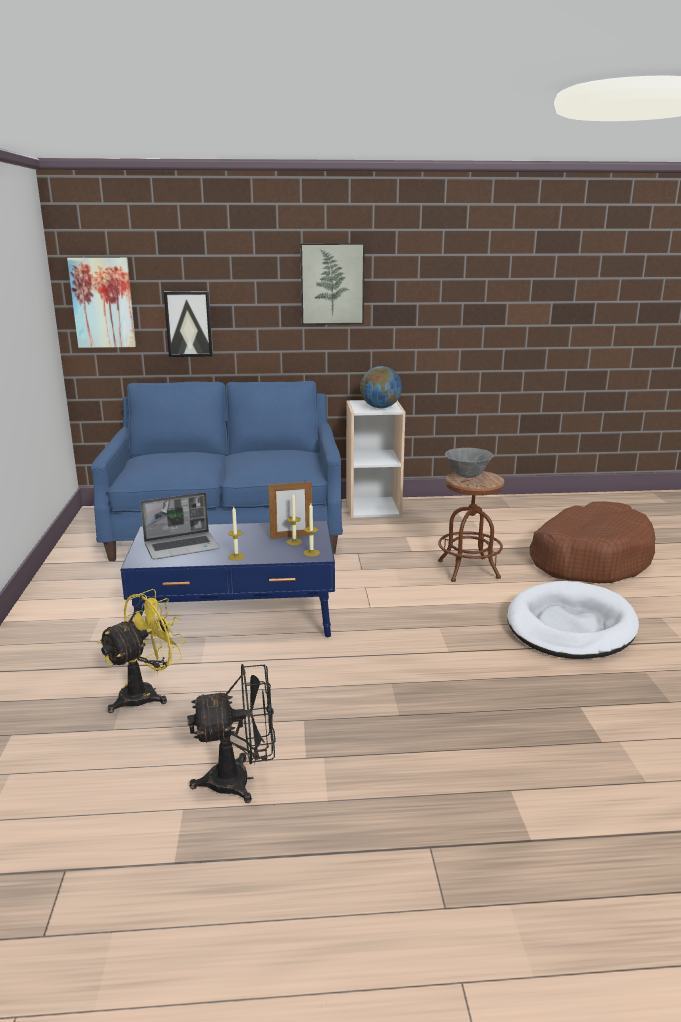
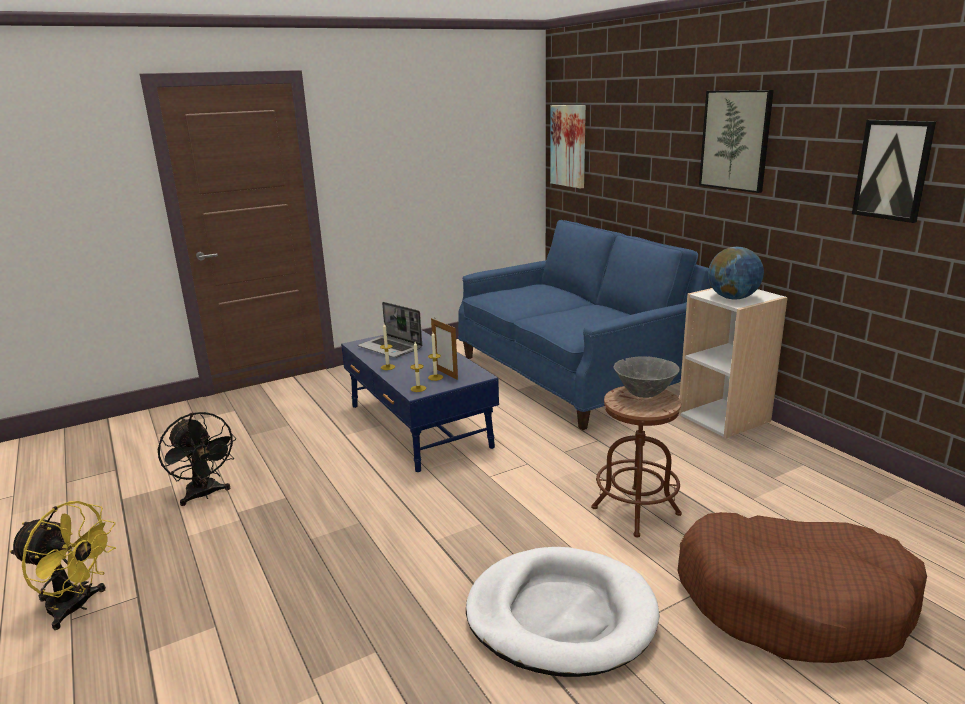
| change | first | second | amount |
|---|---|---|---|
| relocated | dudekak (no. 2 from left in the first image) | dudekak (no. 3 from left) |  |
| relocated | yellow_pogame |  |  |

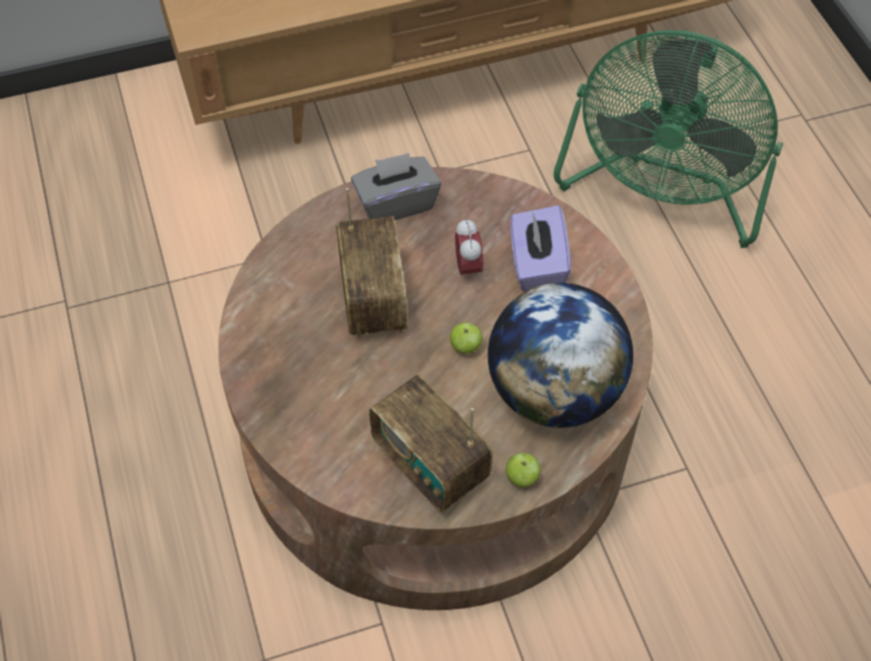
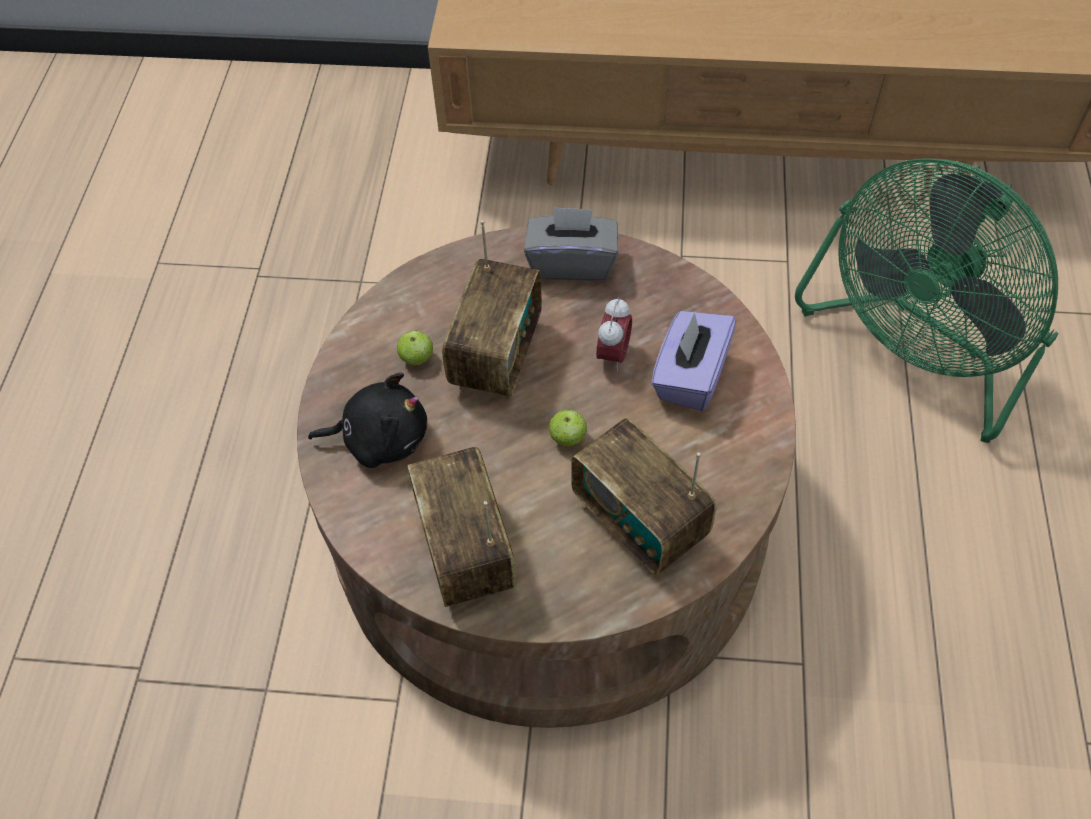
| change | first | second | amount |
|---|---|---|---|
| exchanged | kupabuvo | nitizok (no. 3 from left) |  |
| relocated | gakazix (no. 2 from left in the first image) | gakazix (no. 1 from left) |  |
| appeared |  | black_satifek |  |

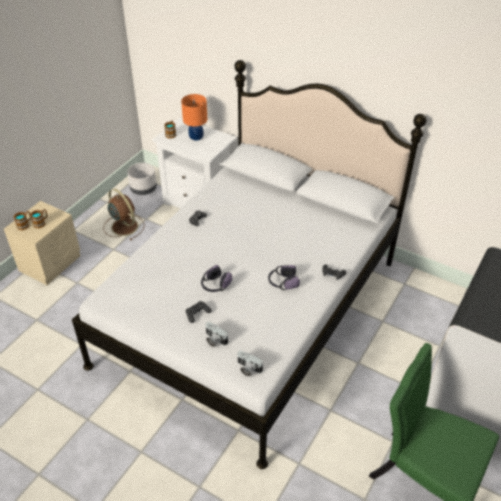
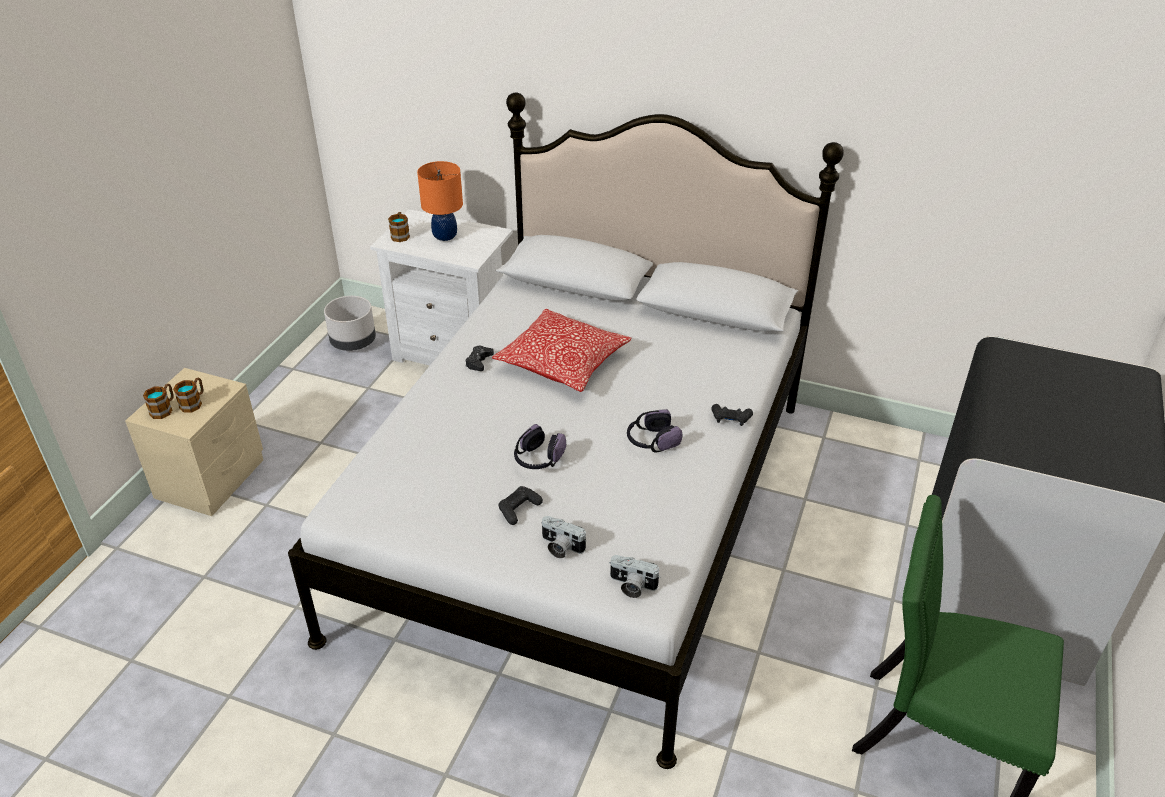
| change | first | second | amount |
|---|---|---|---|
| missing | brown_pogame |  |  |
| appeared |  | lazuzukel |  |

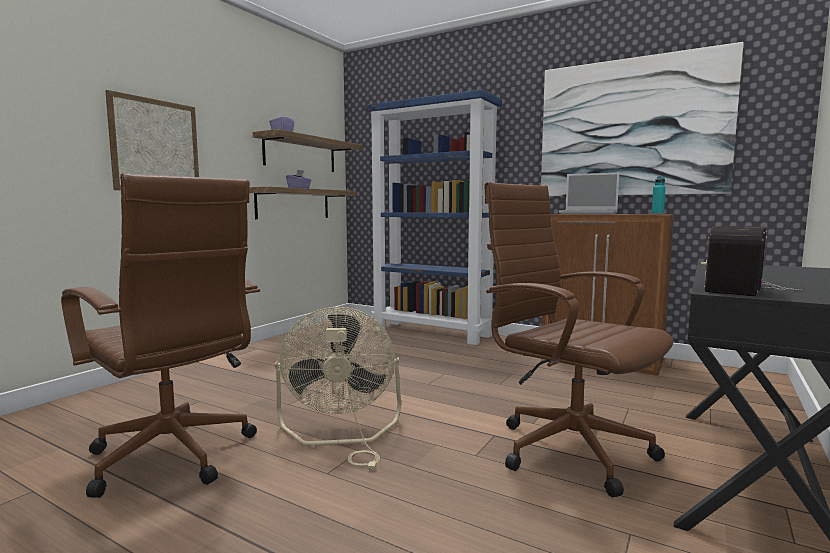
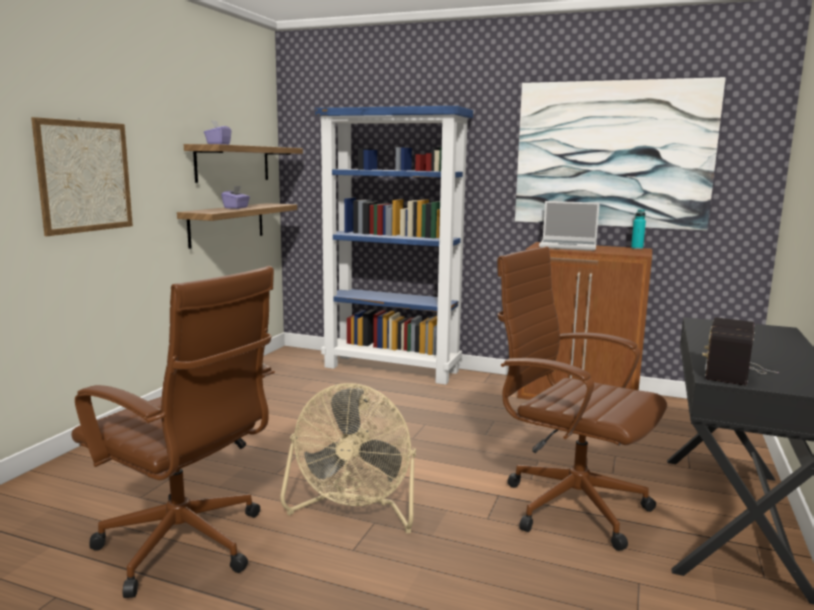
| change | first | second | amount |
|---|---|---|---|
| spun | beige_pogame |  | 150 degrees counterclockwise |

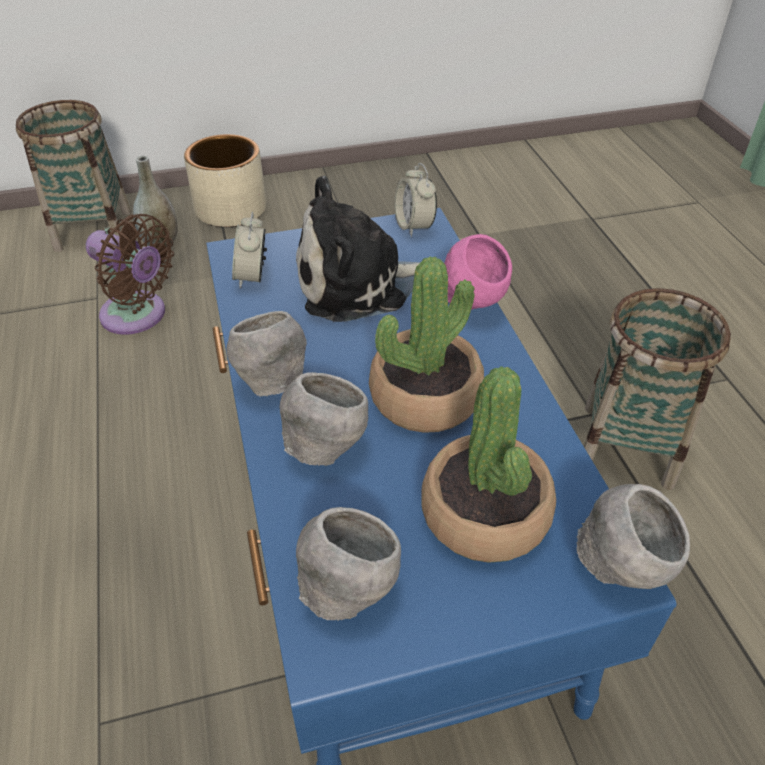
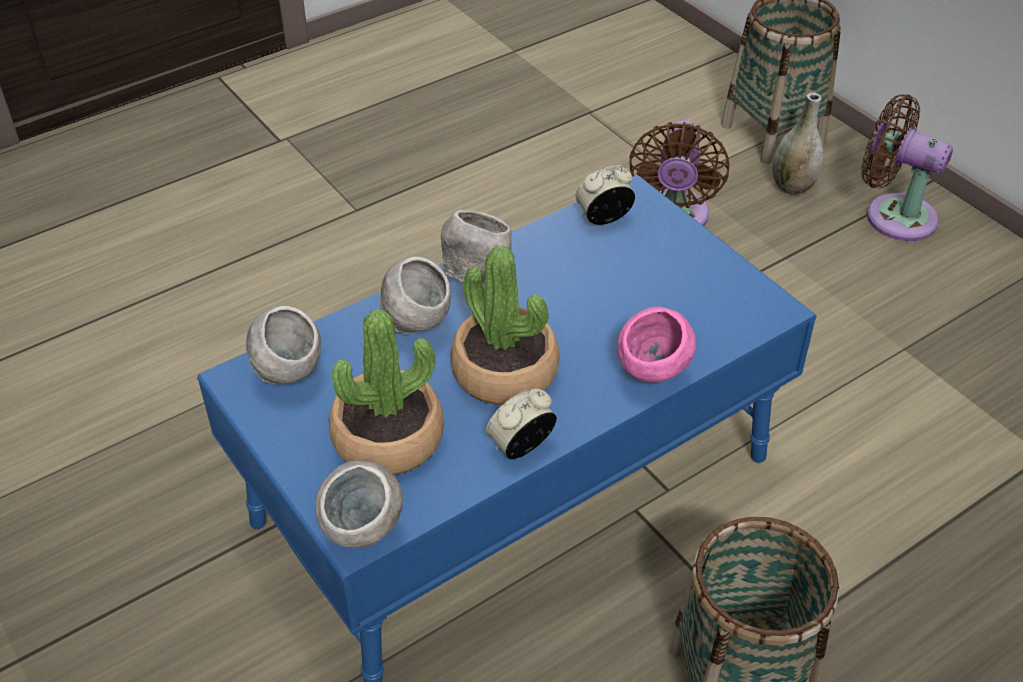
| change | first | second | amount |
|---|---|---|---|
| exchanged | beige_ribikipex | brown_pogame (no. 2 from left) |  |
| relocated | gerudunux (no. 2 from left in the first image) | gerudunux (no. 1 from left) |  |
| missing | satifek |  |  |

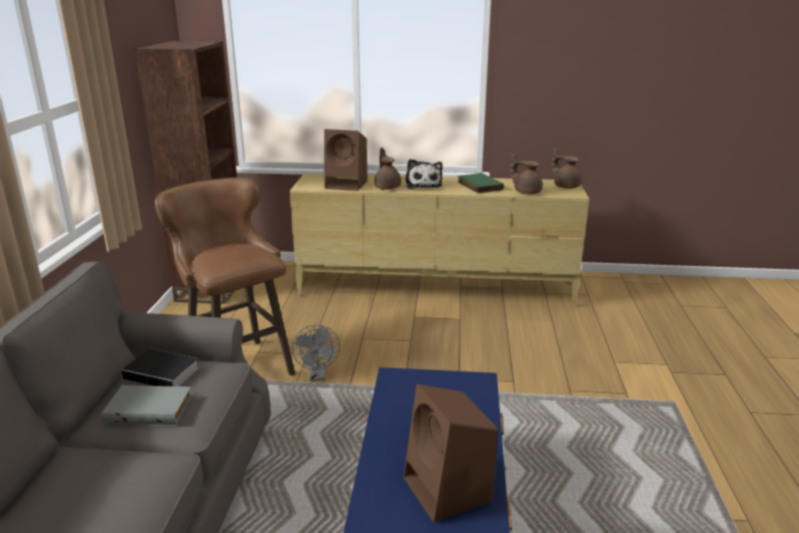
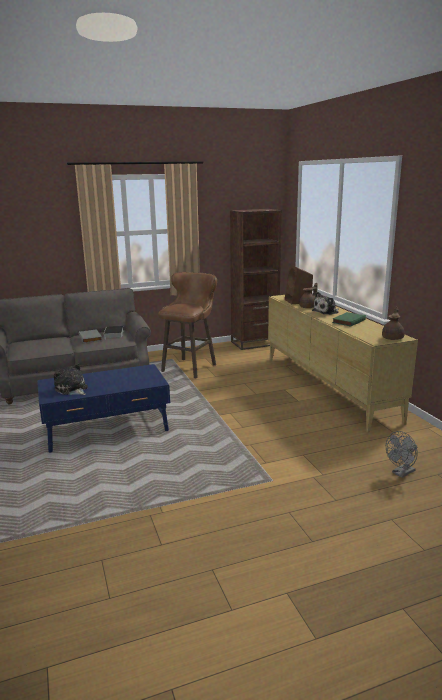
| change | first | second | amount |
|---|---|---|---|
| missing | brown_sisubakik (no. 2 from left) |  |  |
| relocated | grey_pogame |  |  |
| exchanged | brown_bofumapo (no. 2 from left) | satifek (no. 1 from left) |  |

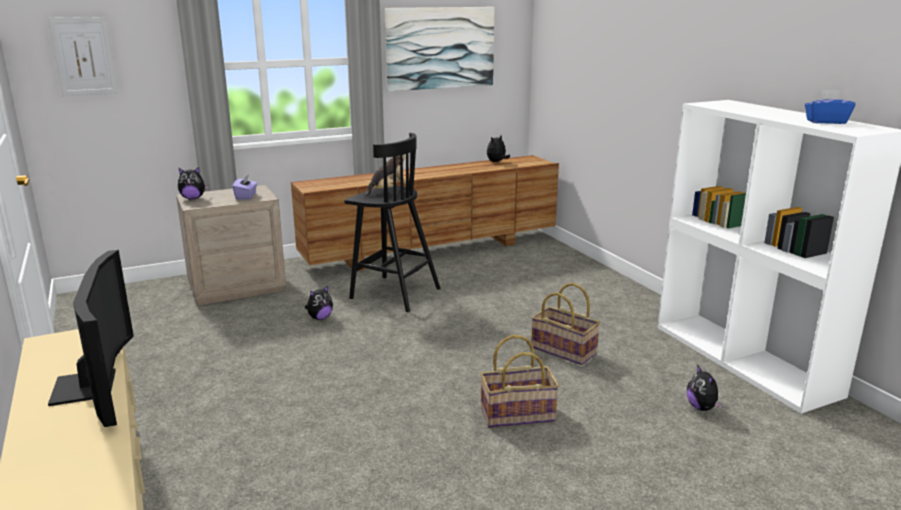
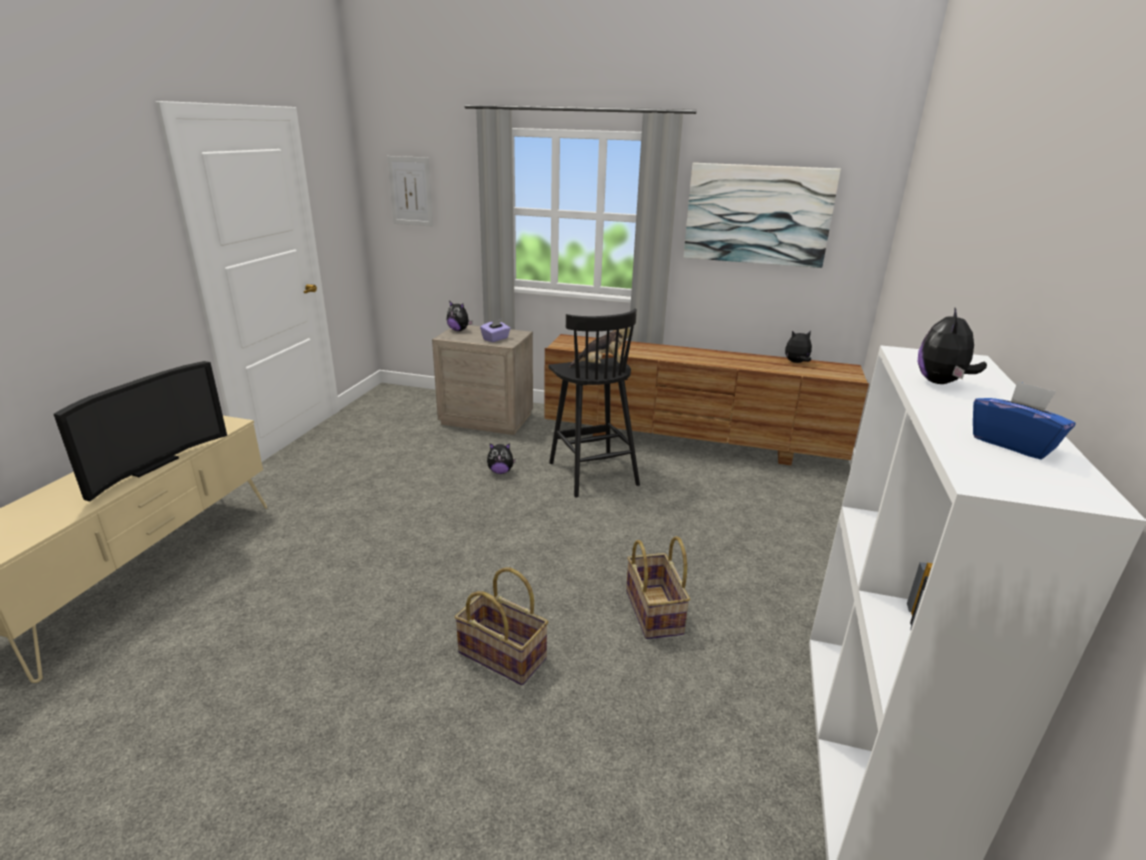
| change | first | second | amount |
|---|---|---|---|
| relocated | satifek (no. 5 from left) |  |  |

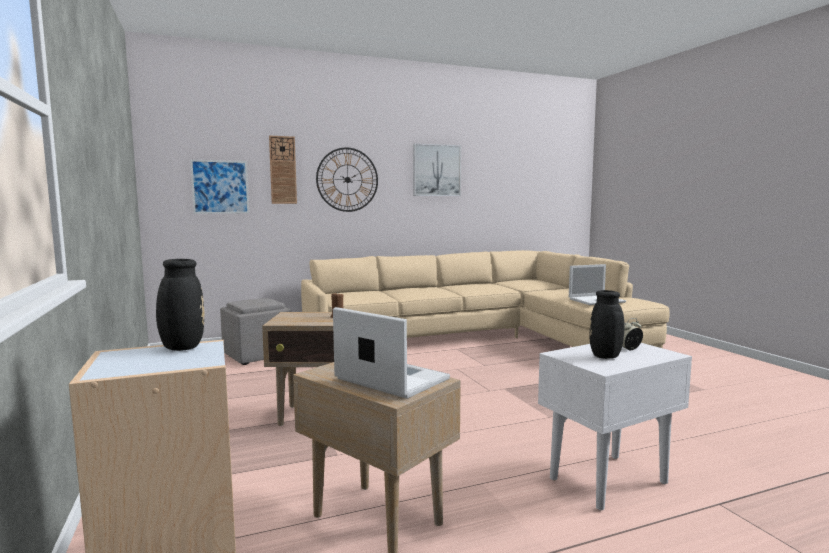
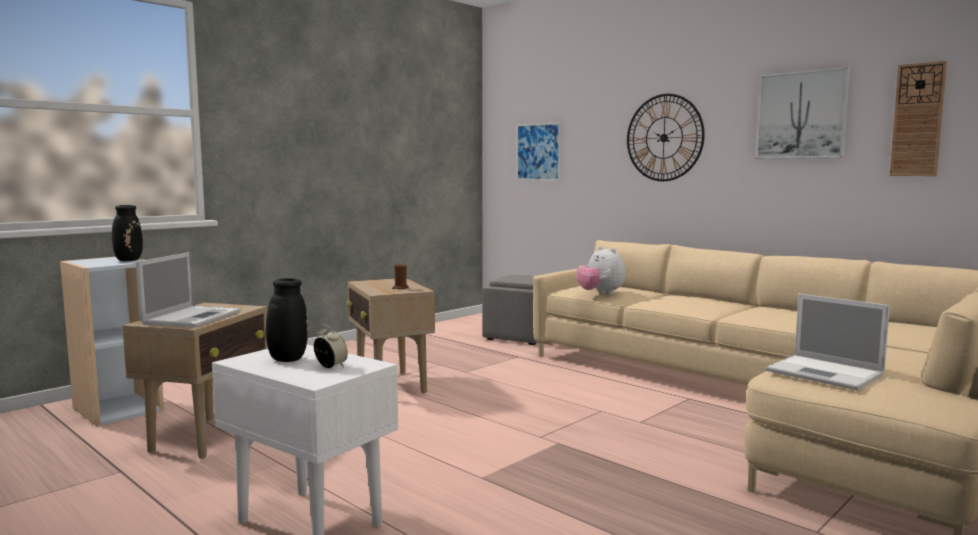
| change | first | second | amount |
|---|---|---|---|
| relocated | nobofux (no. 1 from left in the first image) | nobofux (no. 2 from left) |  |
| appeared |  | satifek |  |

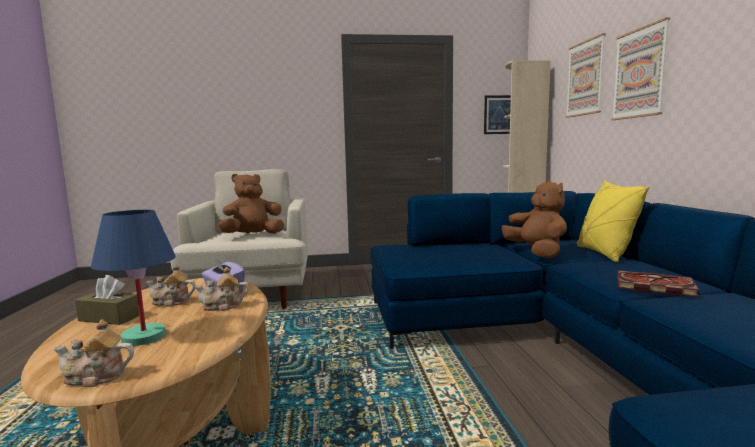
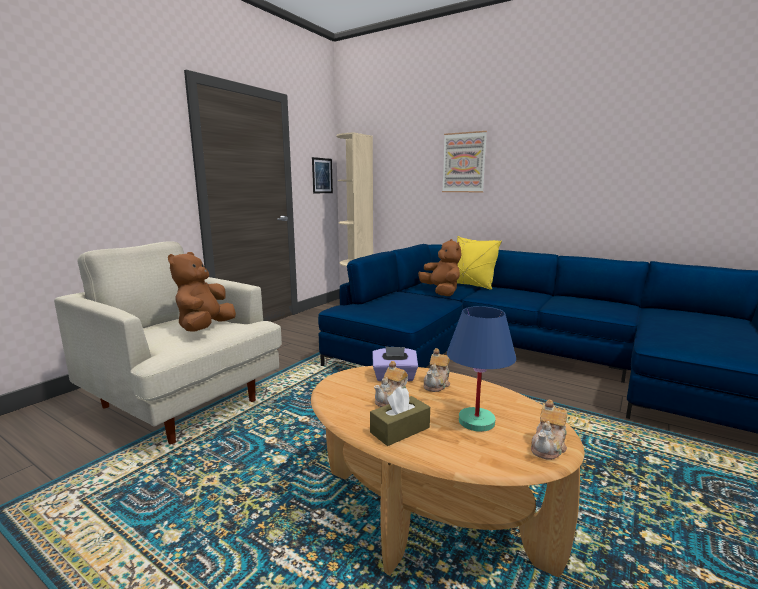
| change | first | second | amount |
|---|---|---|---|
| missing | dudekak (no. 2 from left) |  |  |
| spun | brown_satifek (no. 2 from left) |  | 45 degrees clockwise |
| missing | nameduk |  |  |

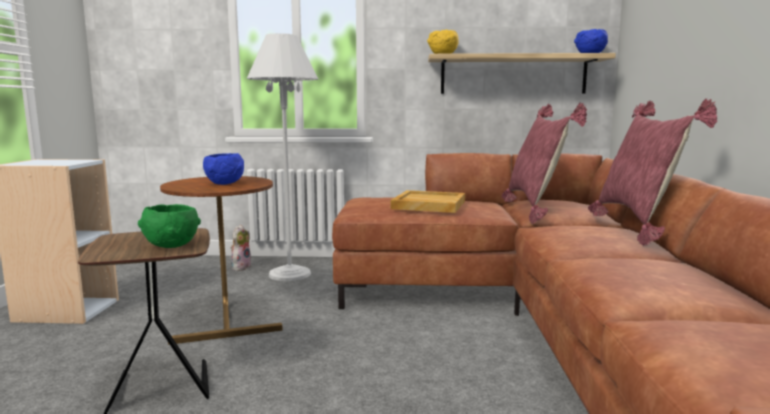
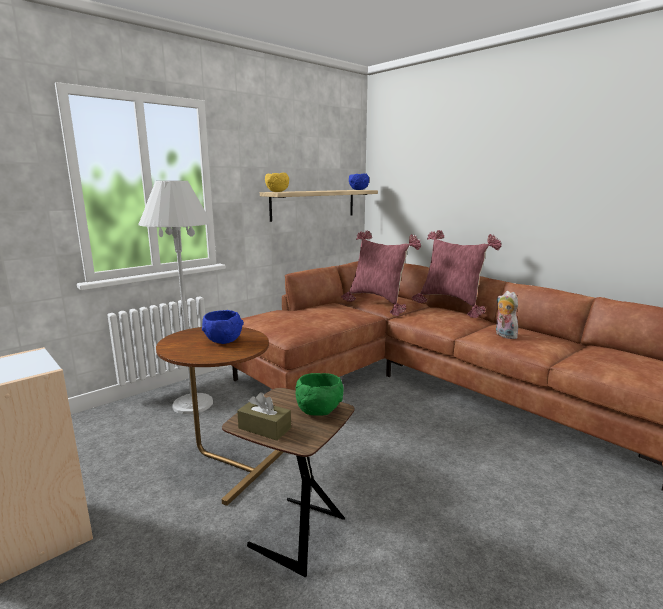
| change | first | second | amount |
|---|---|---|---|
| missing | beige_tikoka |  |  |
| relocated | satifek |  |  |
| appeared |  | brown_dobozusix |  |

